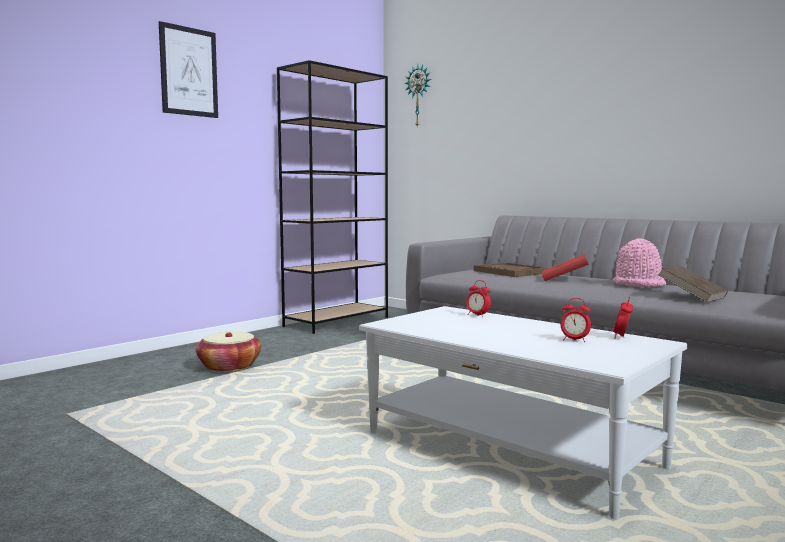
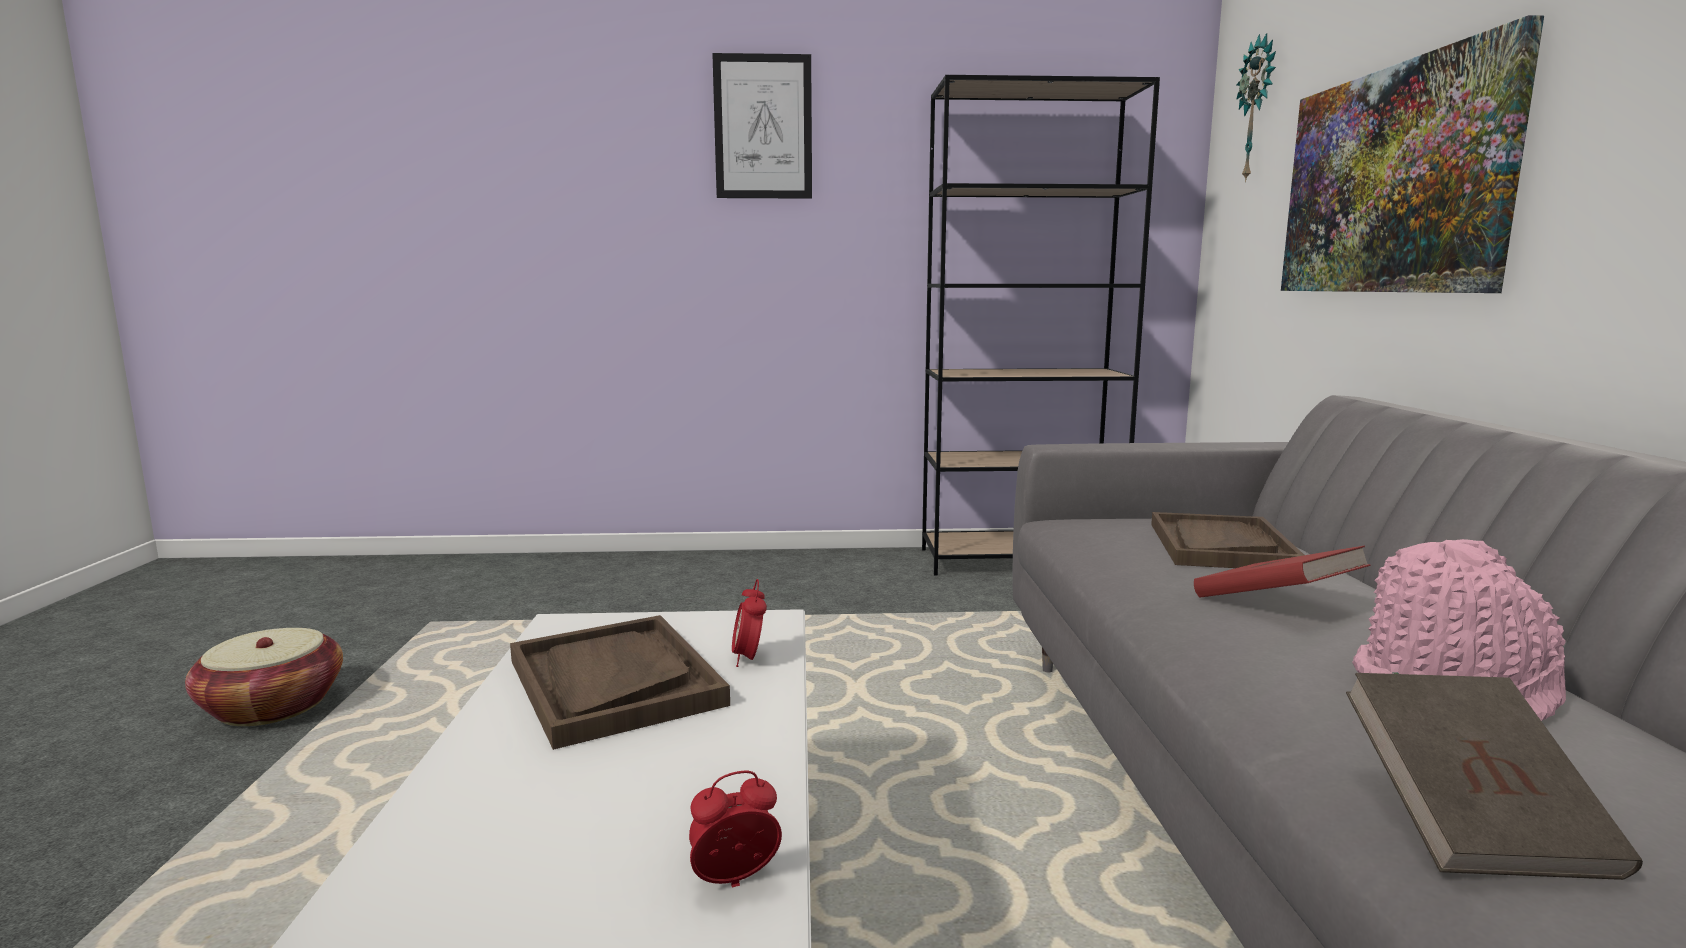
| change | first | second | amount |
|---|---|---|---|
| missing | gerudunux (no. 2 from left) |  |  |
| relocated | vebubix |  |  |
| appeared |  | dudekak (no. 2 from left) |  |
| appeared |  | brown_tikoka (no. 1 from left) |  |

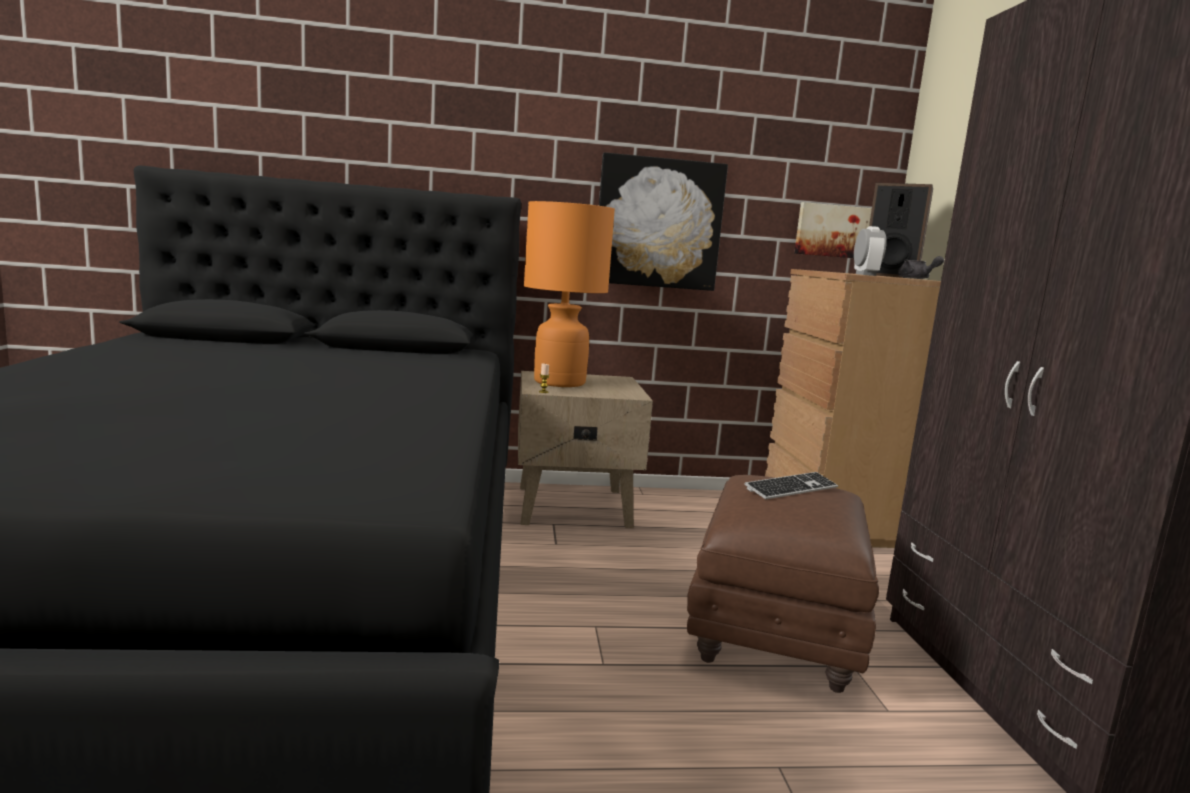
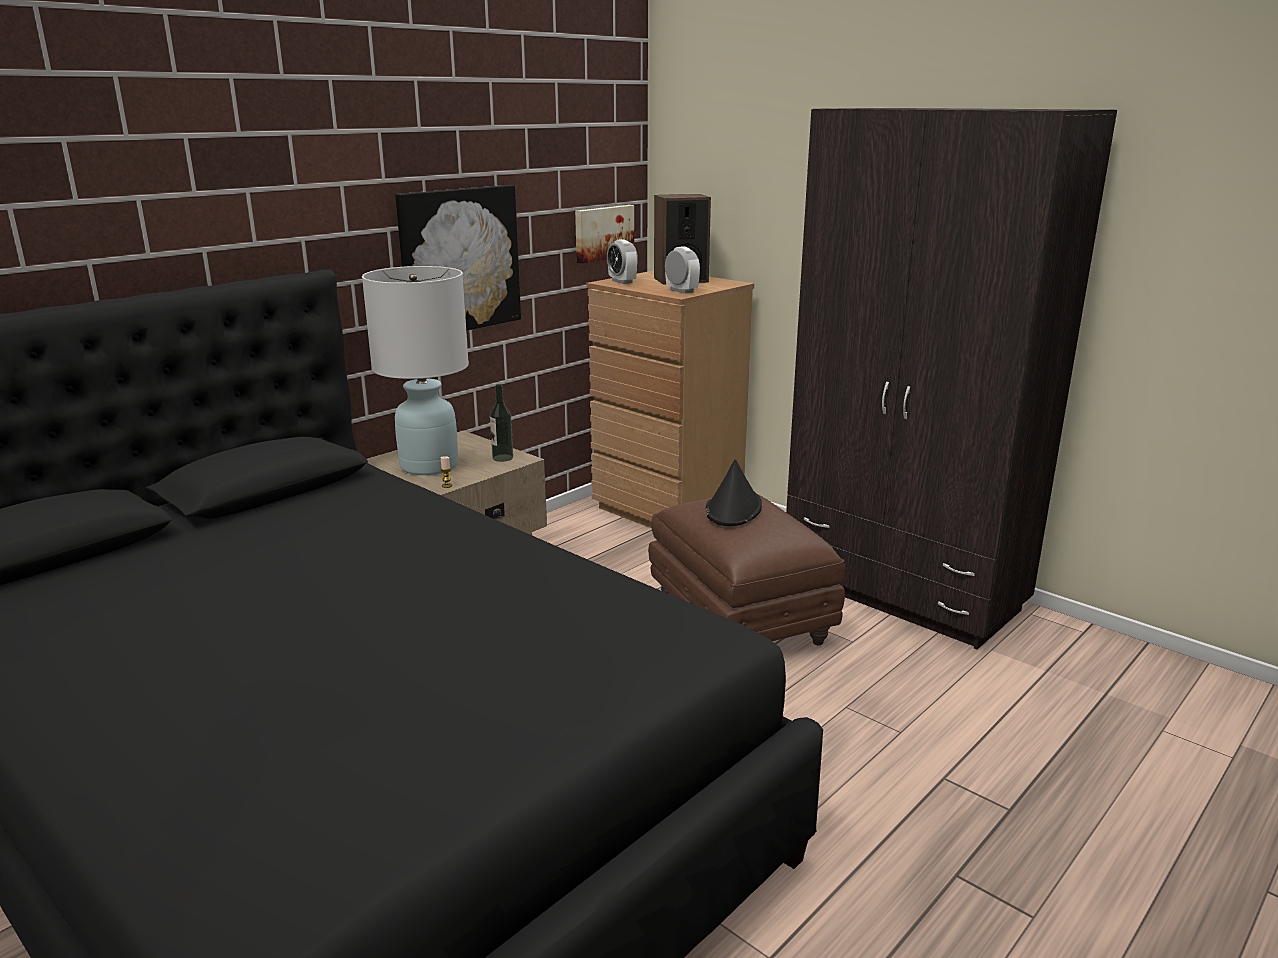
| change | first | second | amount |
|---|---|---|---|
| colour | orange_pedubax | white_pedubax |  |
| missing | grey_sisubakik |  |  |
| exchanged | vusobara | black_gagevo |  |
| appeared |  | gerudunux (no. 1 from left) |  |
| appeared |  | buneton |  |

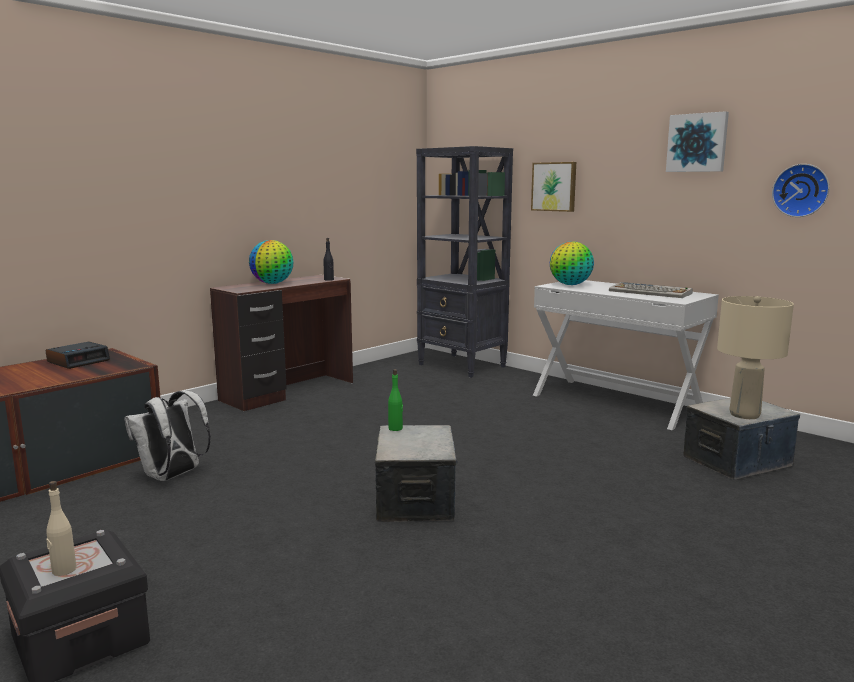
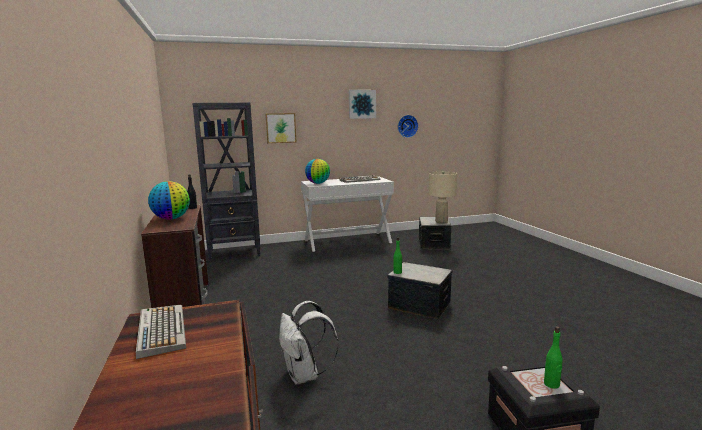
| change | first | second | amount |
|---|---|---|---|
| exchanged | gerudunux | vusobara (no. 1 from left) |  |
| colour | beige_buneton | green_buneton (no. 2 from left) |  |

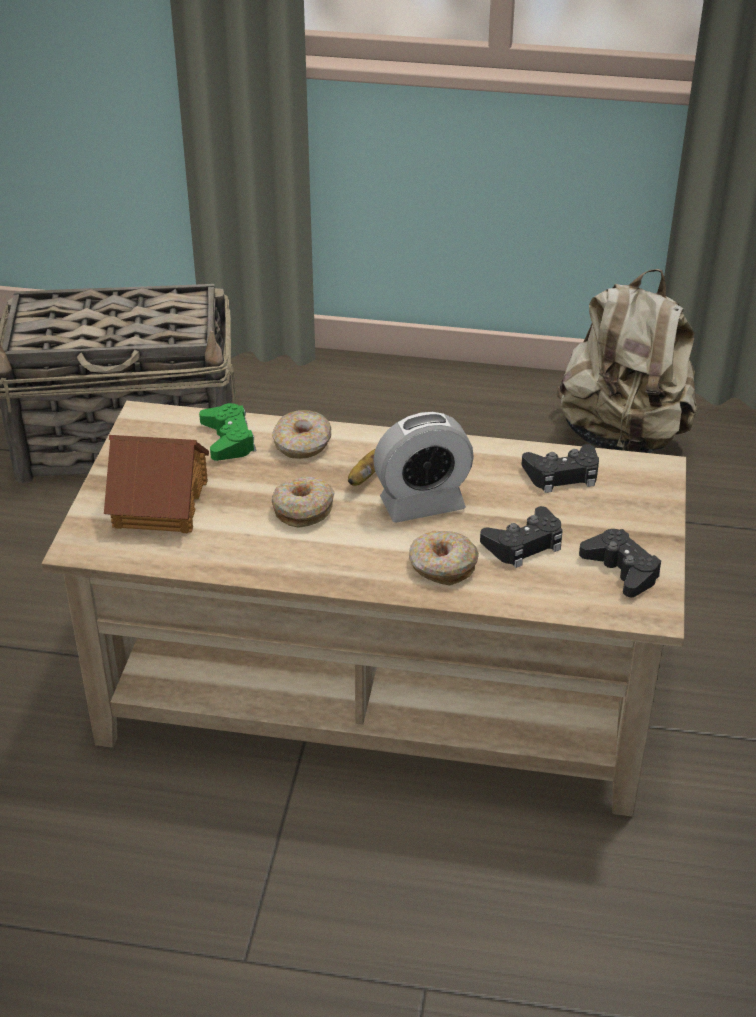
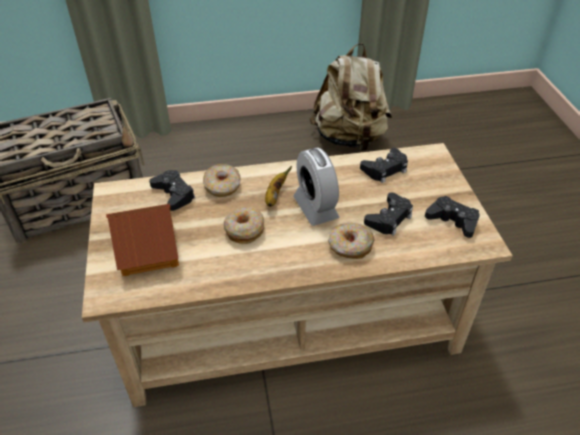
| change | first | second | amount |
|---|---|---|---|
| colour | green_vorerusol | black_vorerusol (no. 1 from left) |  |
| spun | gerudunux |  | 105 degrees clockwise |

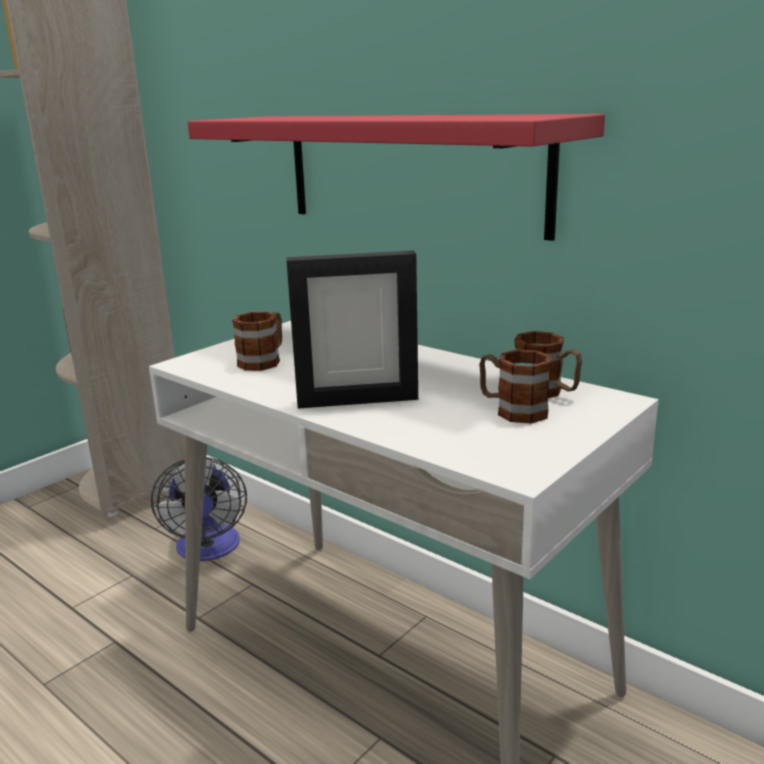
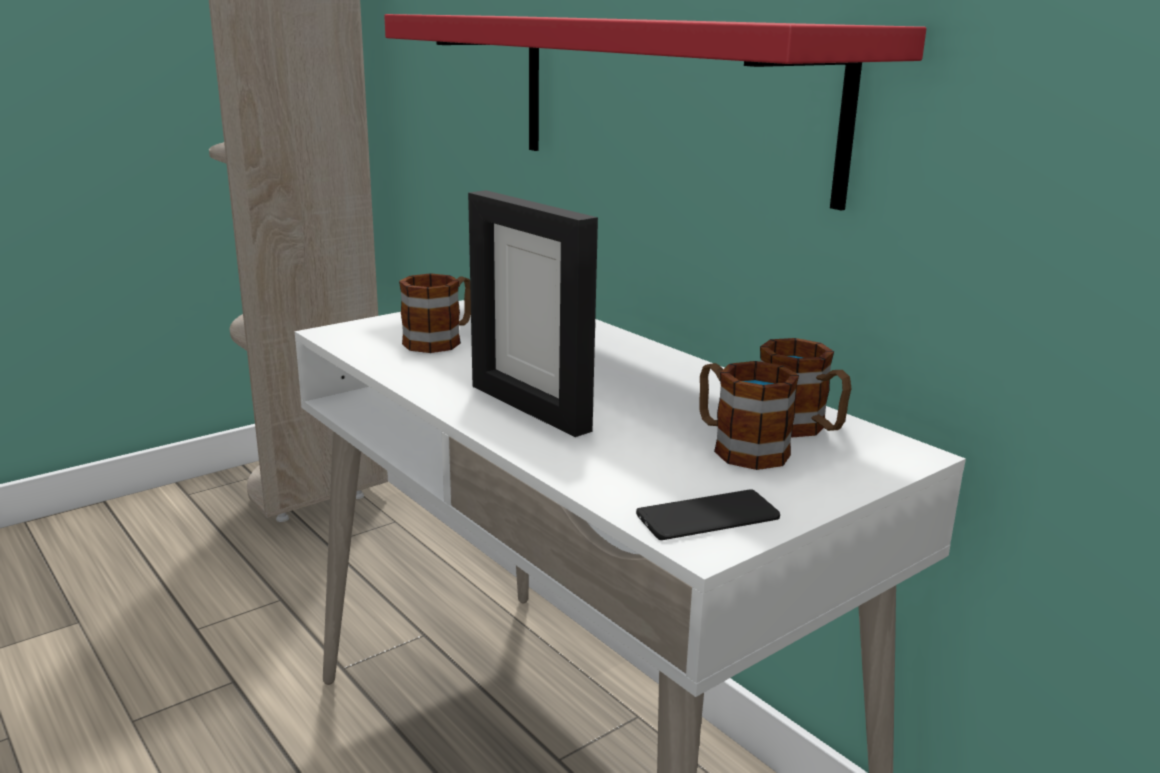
| change | first | second | amount |
|---|---|---|---|
| spun | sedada |  | 45 degrees clockwise |
| missing | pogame |  |  |
| appeared |  | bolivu |  |

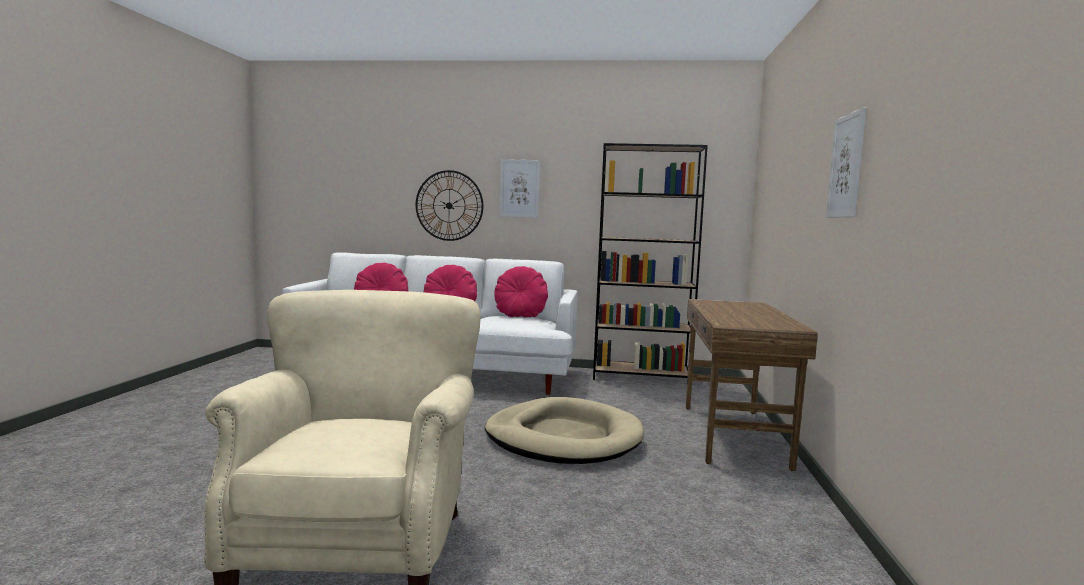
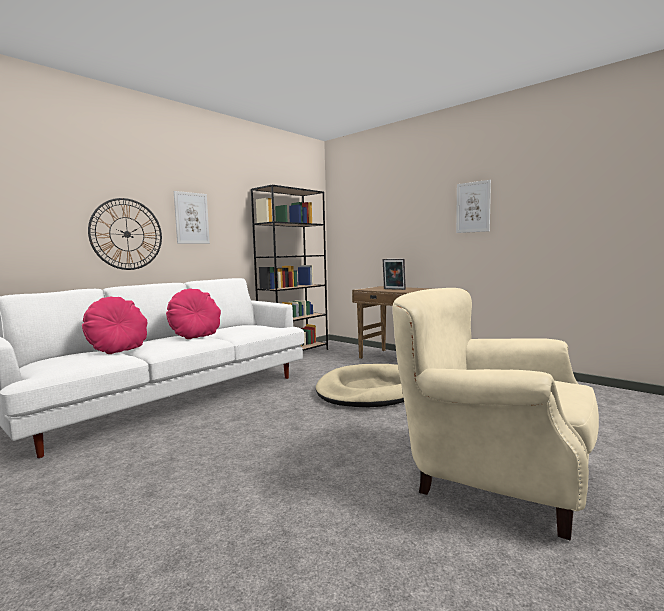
| change | first | second | amount |
|---|---|---|---|
| missing | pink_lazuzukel (no. 3 from left) |  |  |
| appeared |  | sedada |  |

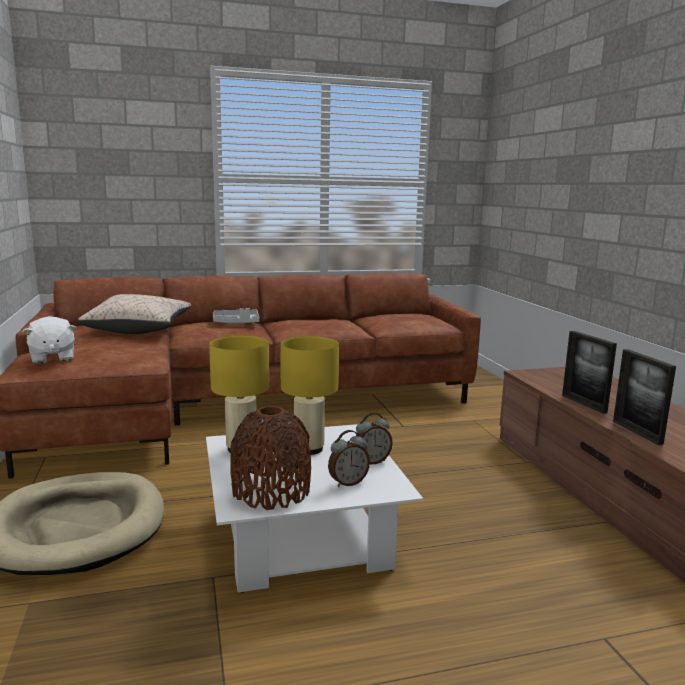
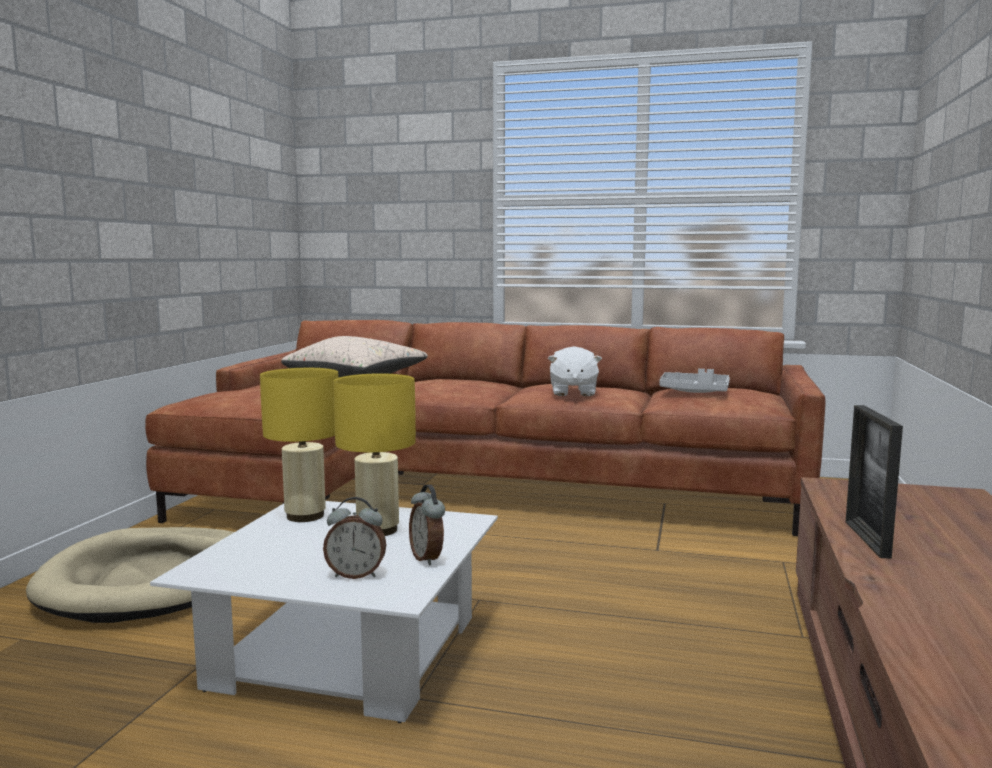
| change | first | second | amount |
|---|---|---|---|
| relocated | grey_tikoka |  |  |
| relocated | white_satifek |  |  |
| missing | sedada (no. 2 from left) |  |  |
| missing | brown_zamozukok |  |  |
| spun | gerudunux (no. 2 from left) |  | 60 degrees clockwise |

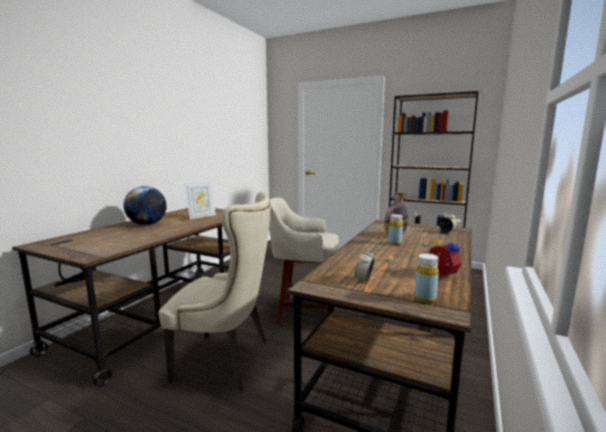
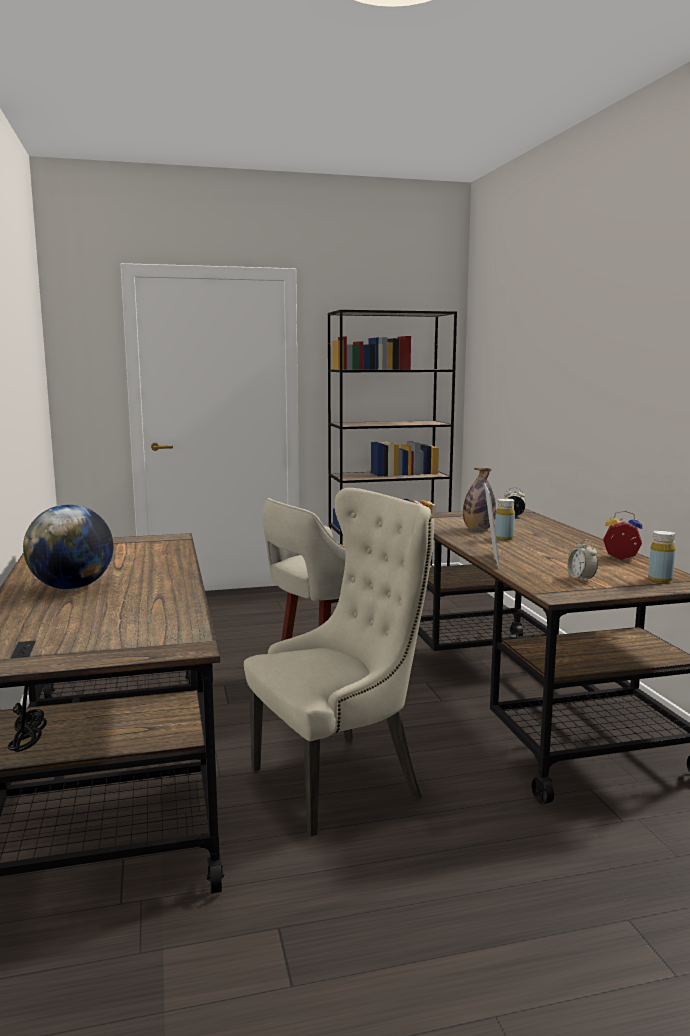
| change | first | second | amount |
|---|---|---|---|
| relocated | sedada |  |  |

